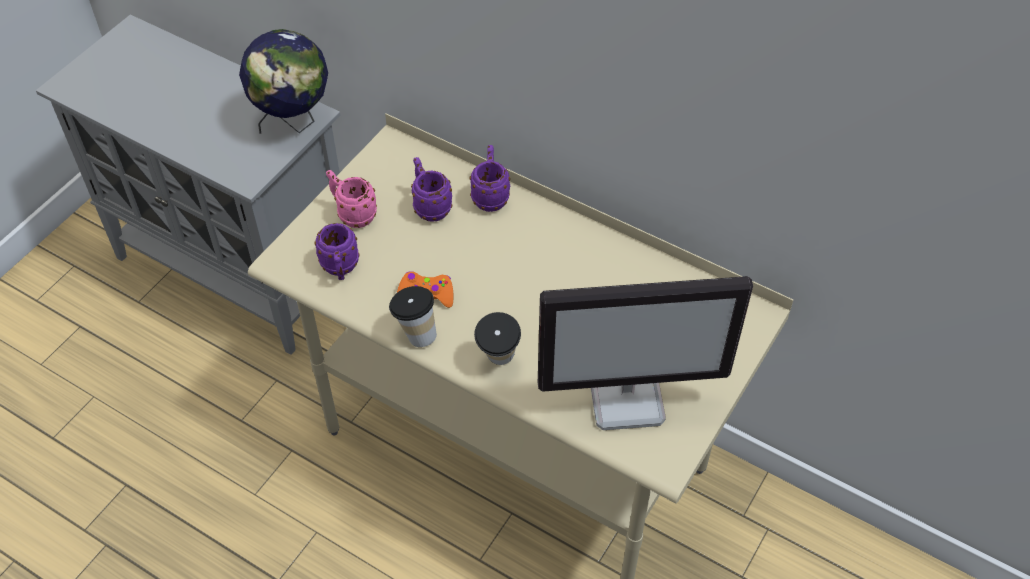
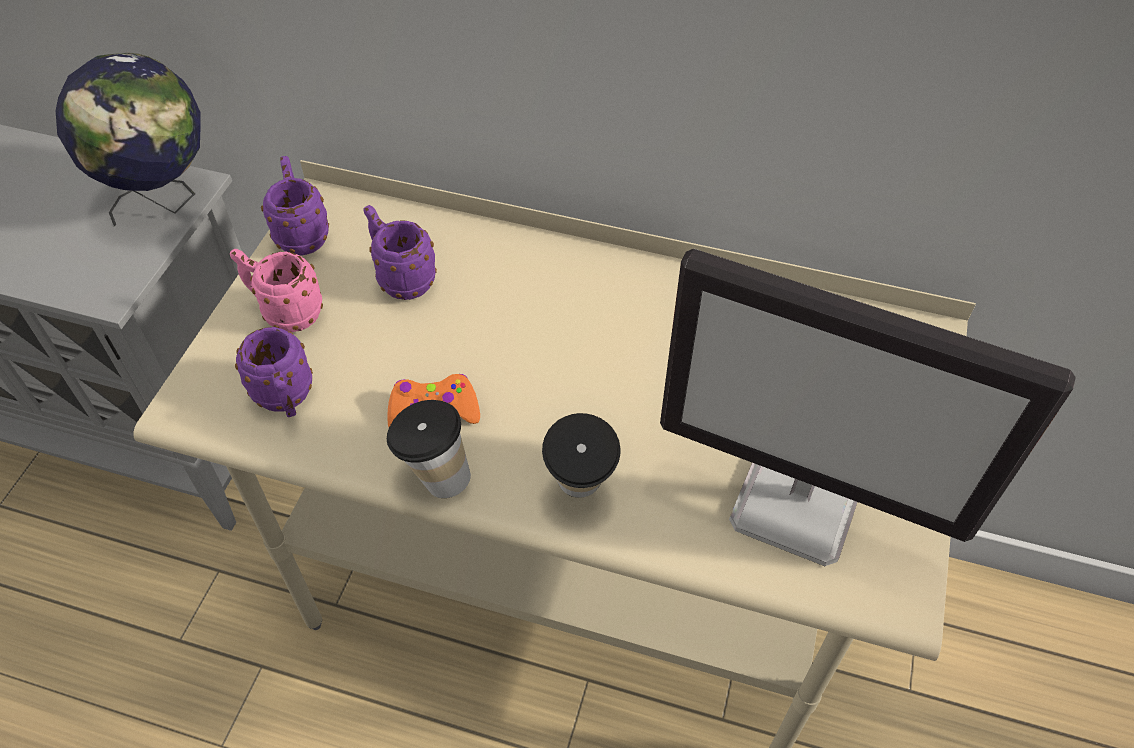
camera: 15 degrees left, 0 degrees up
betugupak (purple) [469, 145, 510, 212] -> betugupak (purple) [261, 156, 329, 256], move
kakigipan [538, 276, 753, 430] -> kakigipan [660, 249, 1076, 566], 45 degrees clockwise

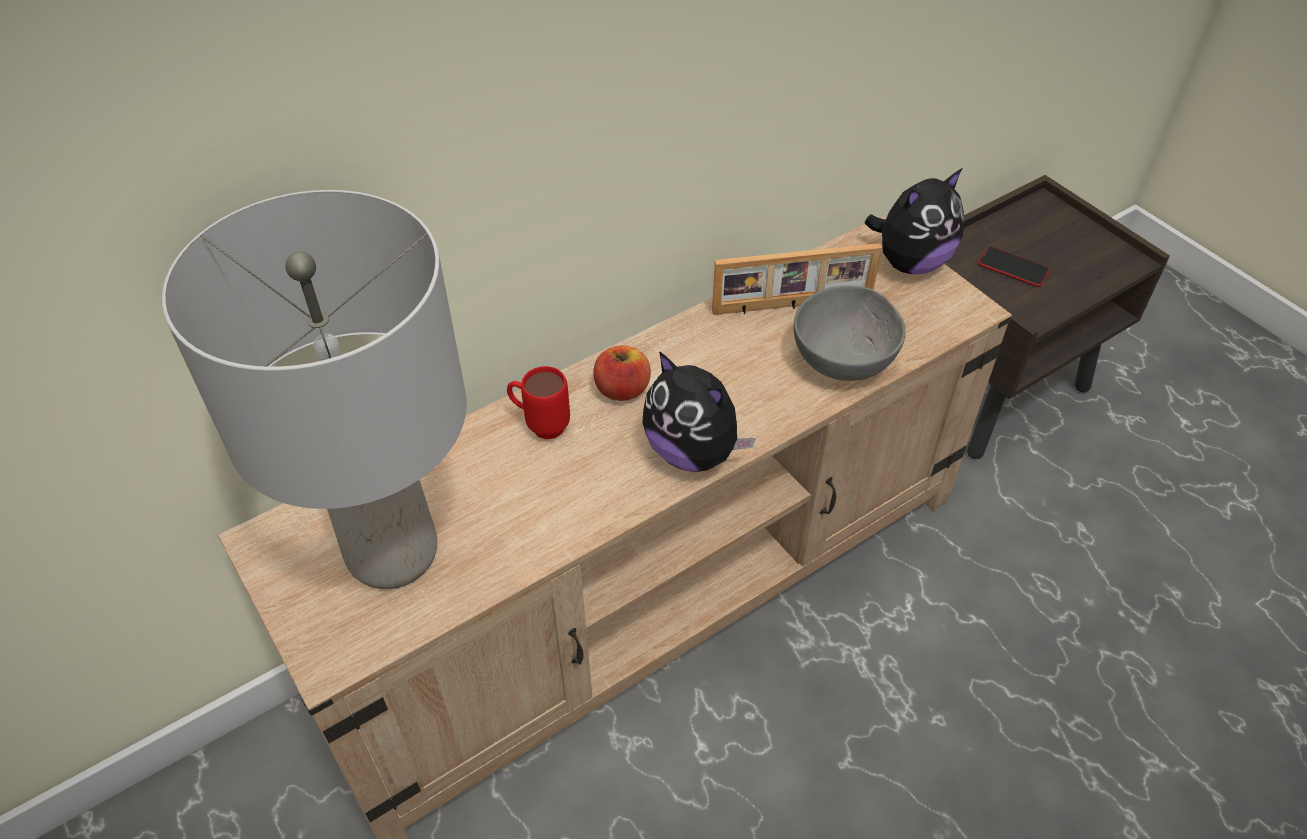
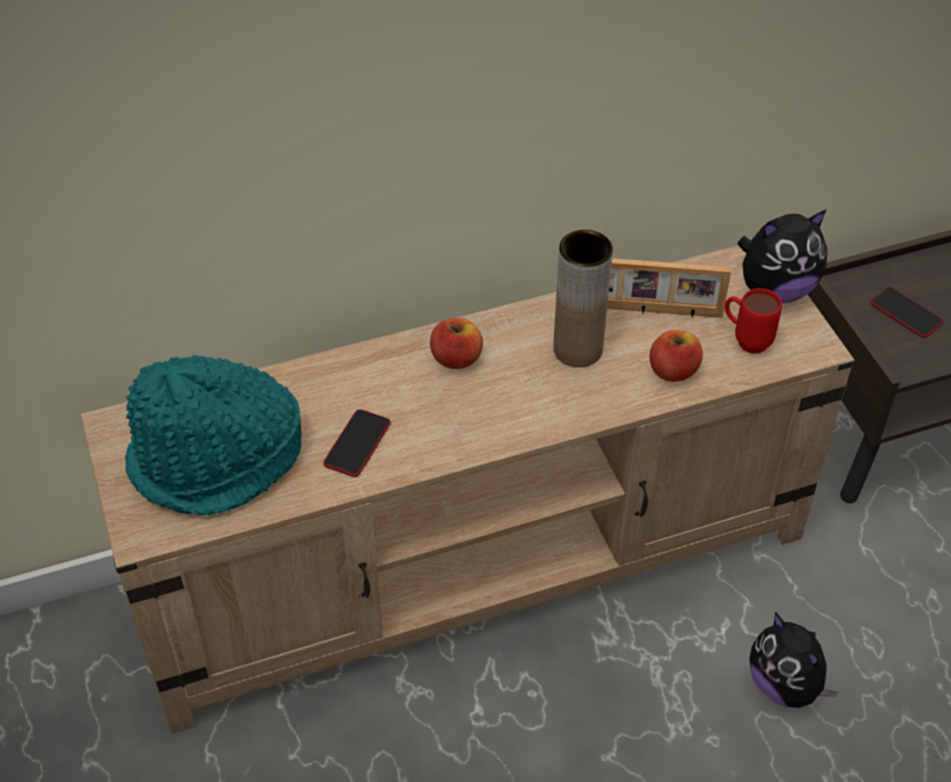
camera: 15 degrees right, 0 degrees up
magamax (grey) [162, 190, 467, 589] -> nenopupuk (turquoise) [125, 355, 302, 515]
betugupak (red) [507, 366, 570, 439] -> betugupak (red) [725, 288, 782, 354], move
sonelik [642, 351, 756, 472] -> sonelik [749, 612, 839, 708], move
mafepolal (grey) [794, 285, 906, 381] -> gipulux [649, 330, 703, 382]
none -> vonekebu [323, 409, 391, 477]
none -> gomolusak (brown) [553, 230, 613, 367]

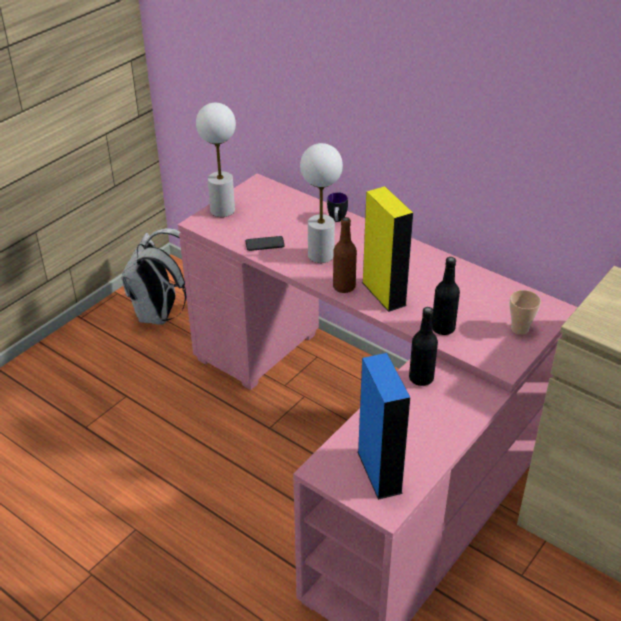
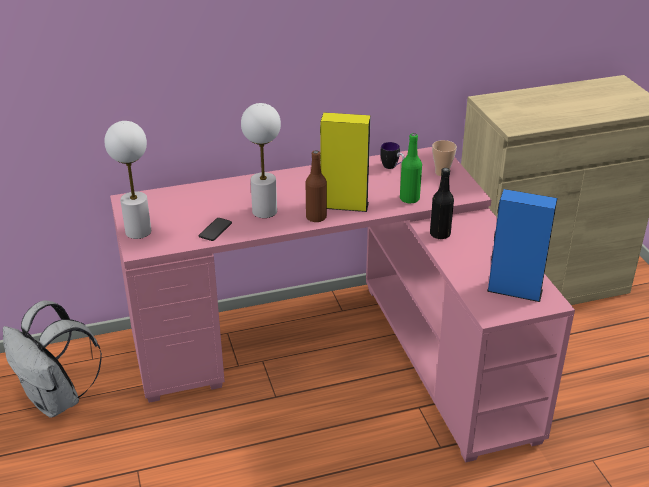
camera: 55 degrees left, 5 degrees down
betugupak [327, 192, 348, 222] -> betugupak [380, 142, 405, 169], move
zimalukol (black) [432, 257, 460, 335] -> zimalukol (green) [400, 133, 422, 203]

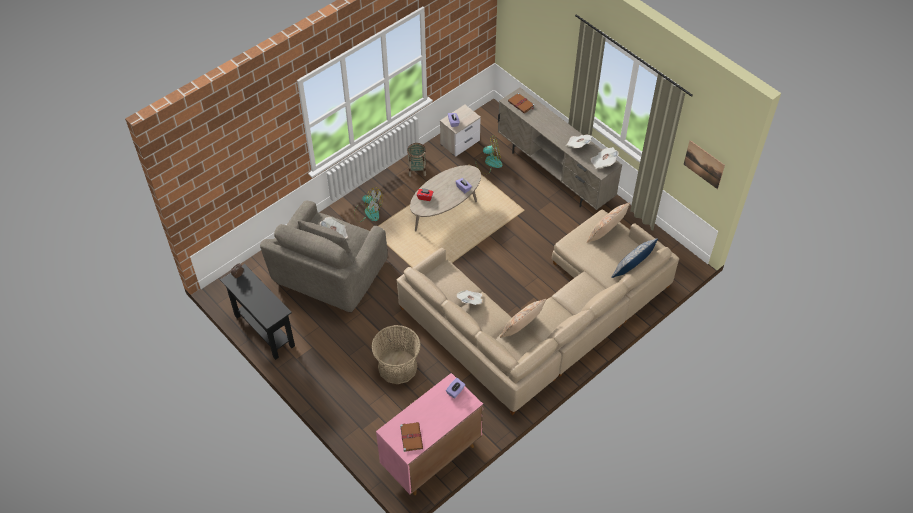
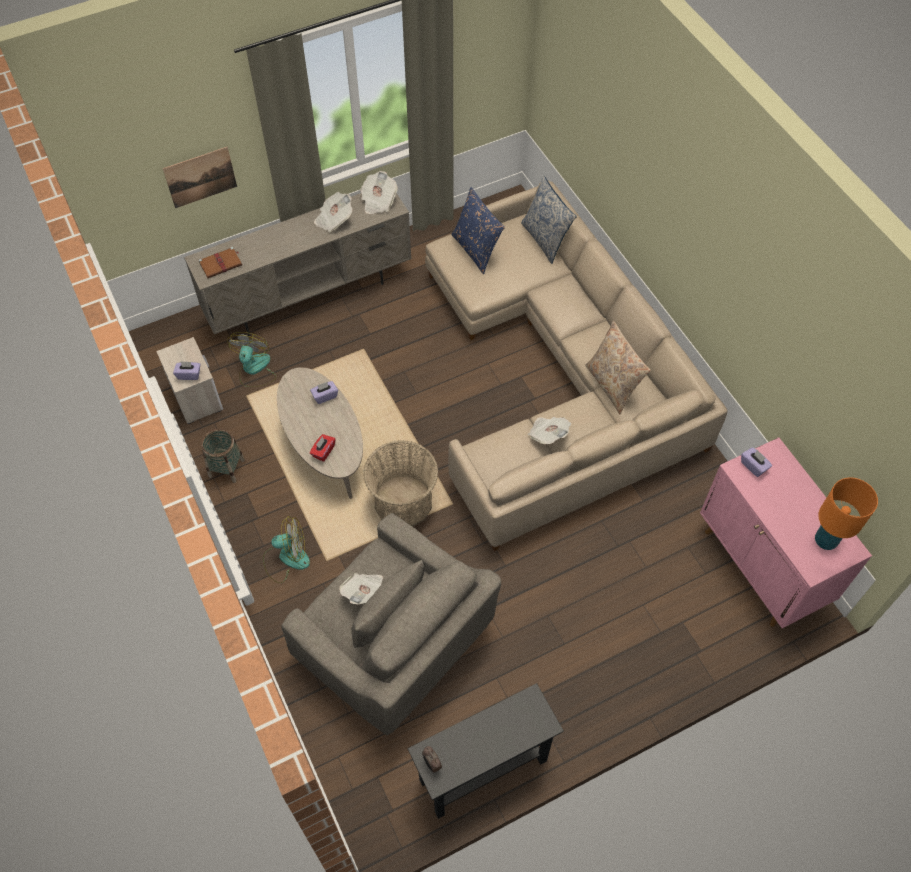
camera: 75 degrees left, 5 degrees up
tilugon [354, 187, 383, 222] -> tilugon [263, 516, 310, 583], 45 degrees clockwise
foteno [371, 325, 421, 384] -> foteno [363, 440, 438, 527], move
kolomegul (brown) [400, 422, 423, 452] -> magamax (orange) [815, 478, 878, 550]
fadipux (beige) [587, 202, 630, 243] -> fadipux (blue) [451, 187, 505, 274]
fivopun [684, 140, 725, 189] -> fivopun [163, 147, 237, 208], move

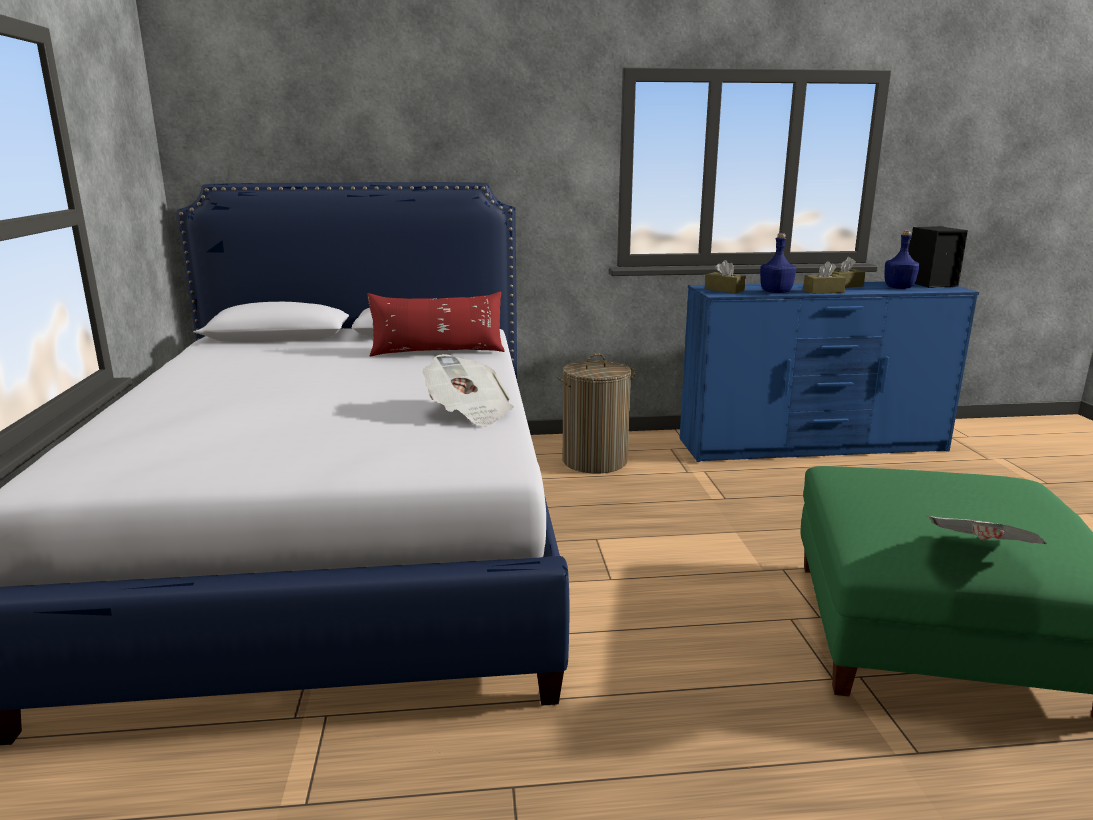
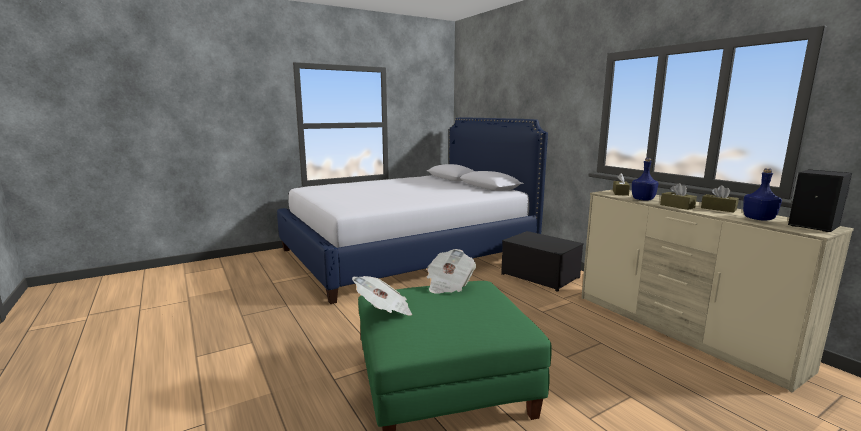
camera: 65 degrees right, 5 degrees down
fadipux (red) [367, 291, 505, 357] -> none
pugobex [422, 354, 514, 427] -> pugobex [427, 249, 476, 294], move
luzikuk [556, 353, 636, 474] -> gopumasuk [501, 231, 584, 292]
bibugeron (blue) [680, 281, 979, 462] -> bibugeron (beige) [581, 190, 854, 393]

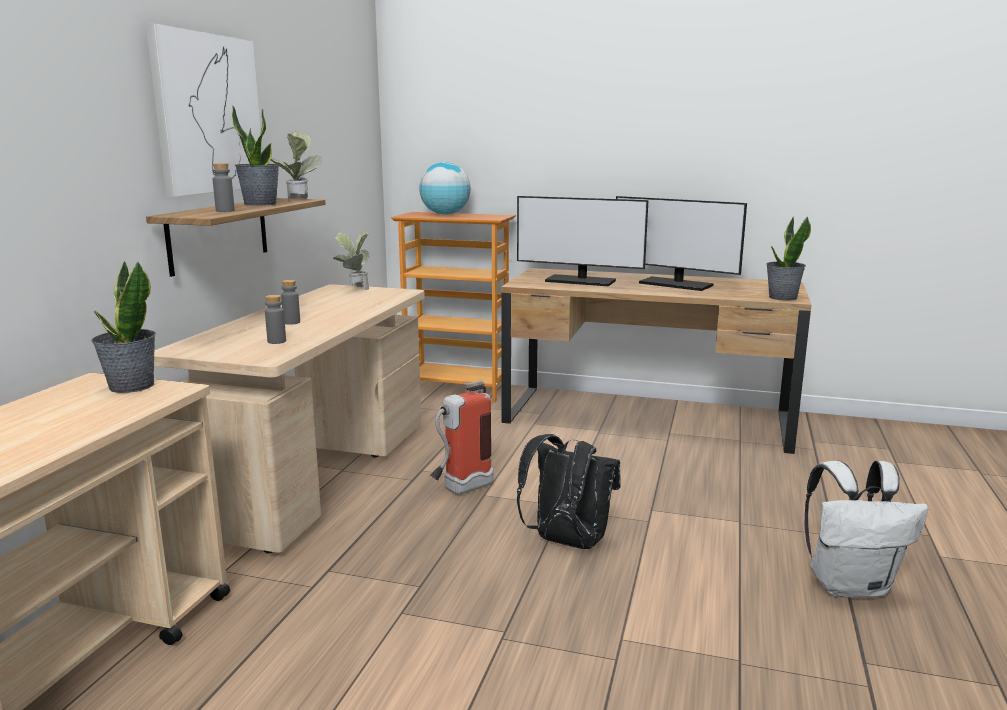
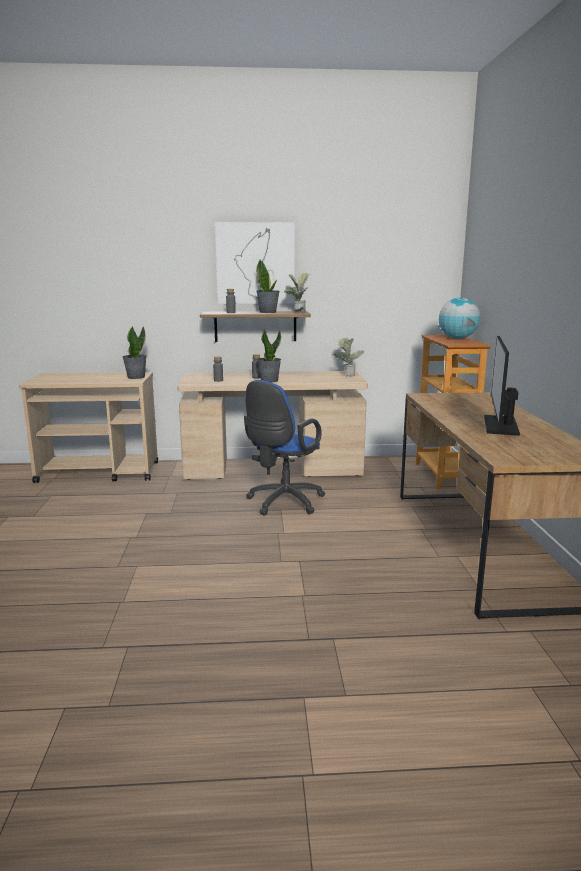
camera: 70 degrees right, 0 degrees up
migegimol [430, 381, 493, 495] -> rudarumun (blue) [244, 380, 325, 516]
kakigipan [517, 196, 649, 286] -> none
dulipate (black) [517, 434, 621, 549] -> none
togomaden [766, 216, 811, 301] -> togomaden [257, 329, 281, 383], move
dulipate (white) [805, 461, 928, 597] -> none

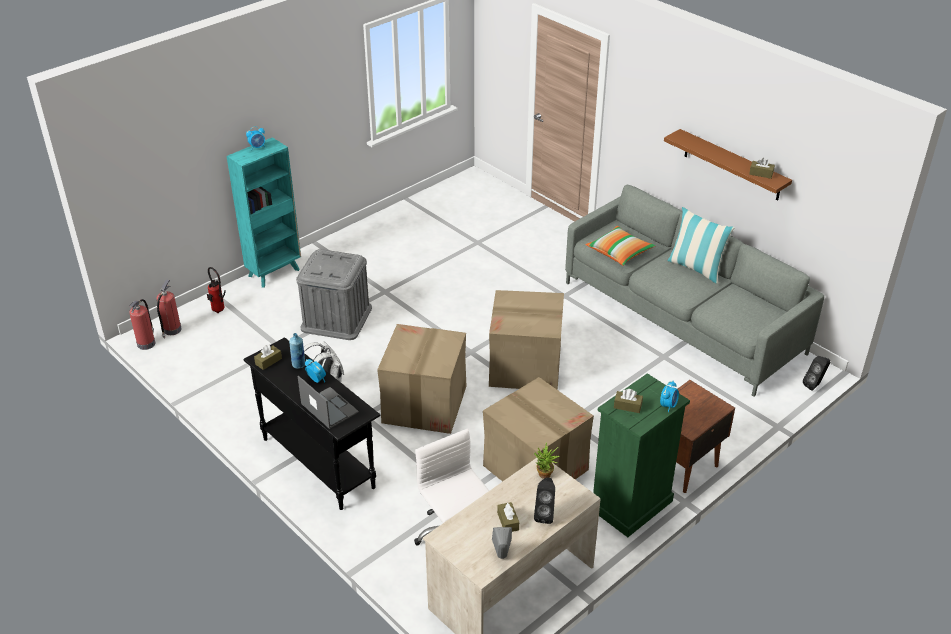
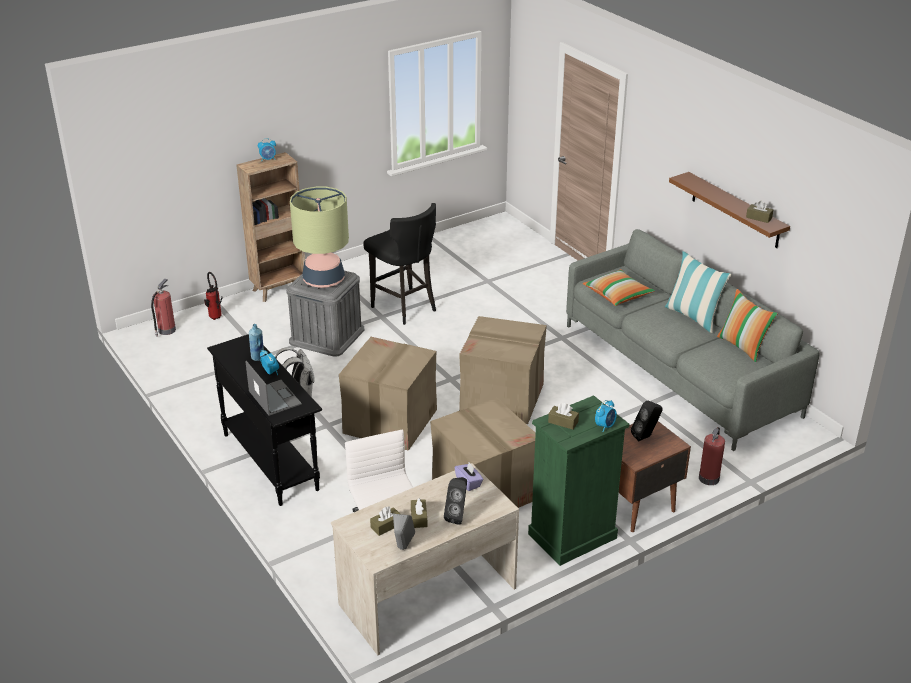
camera: 10 degrees right, 5 degrees down
migegimol [129, 299, 155, 350] -> migegimol [699, 427, 725, 485], move
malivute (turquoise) [227, 137, 301, 288] -> malivute (brown) [236, 152, 305, 302]
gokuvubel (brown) [254, 345, 282, 370] -> gokuvubel (brown) [370, 506, 400, 536], move
togomaden [534, 442, 559, 479] -> gokuvubel (purple) [455, 463, 483, 491]
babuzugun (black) [803, 356, 830, 391] -> babuzugun (black) [631, 400, 663, 441], move
none -> magamax [290, 187, 349, 288]
none -> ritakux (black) [363, 203, 436, 325]
none -> fadipux [717, 289, 778, 362]

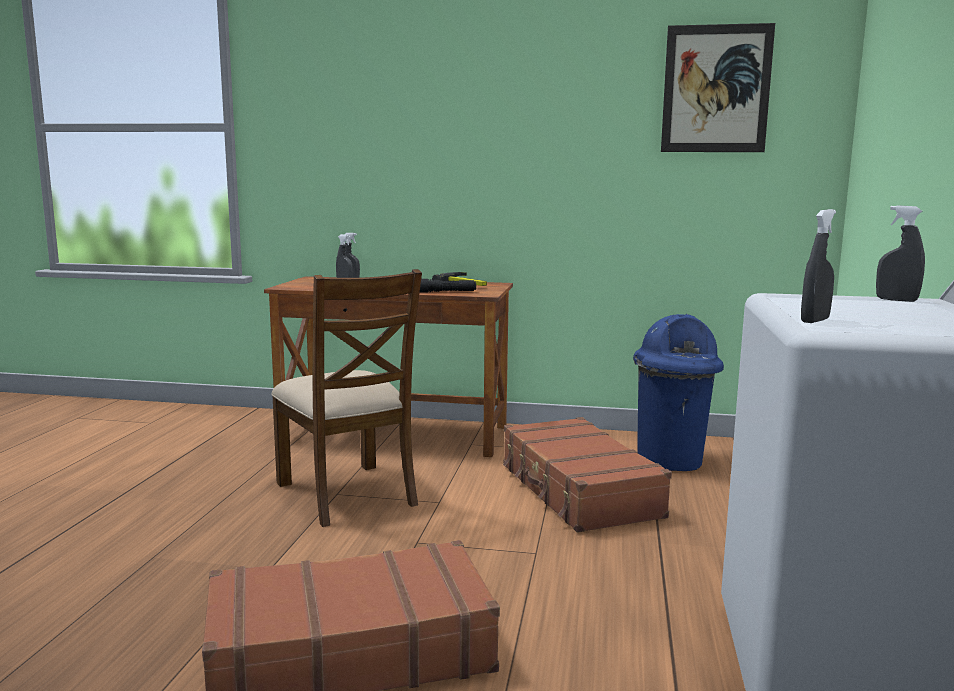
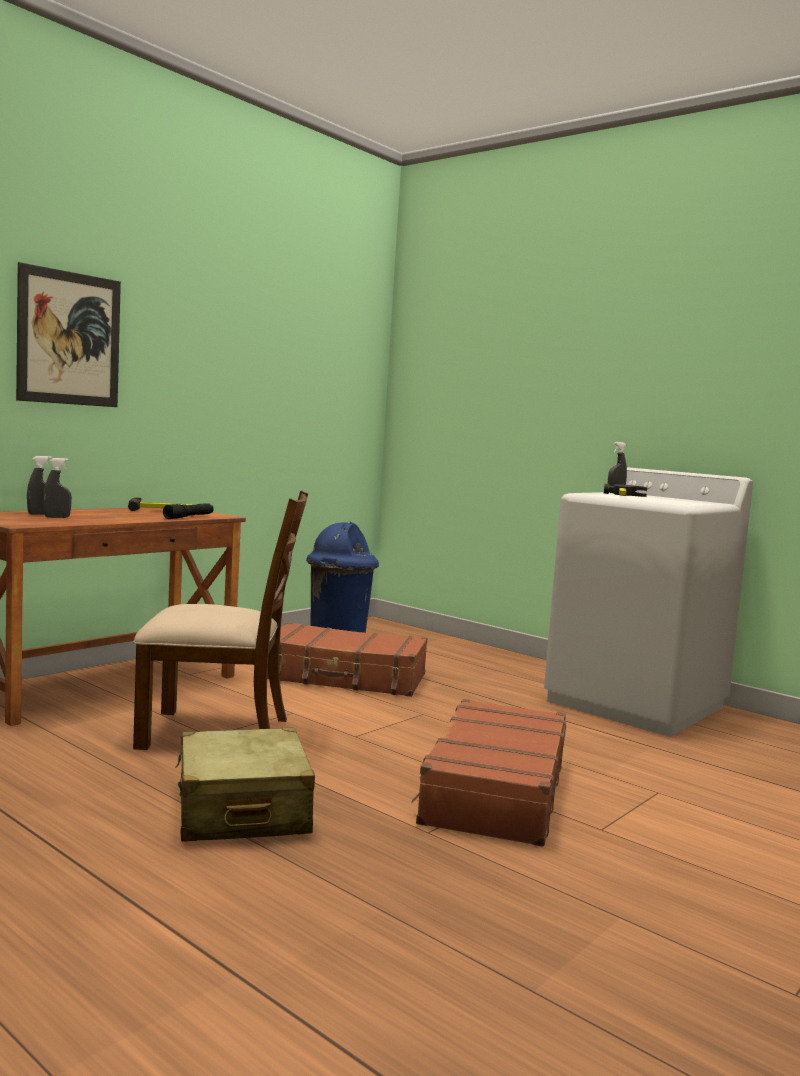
camera: 60 degrees left, 5 degrees down
fivopun [661, 23, 775, 152] -> fivopun [16, 262, 121, 407], move
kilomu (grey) [801, 209, 836, 323] -> none
none -> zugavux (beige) [175, 728, 315, 842]
none -> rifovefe [604, 484, 647, 497]

